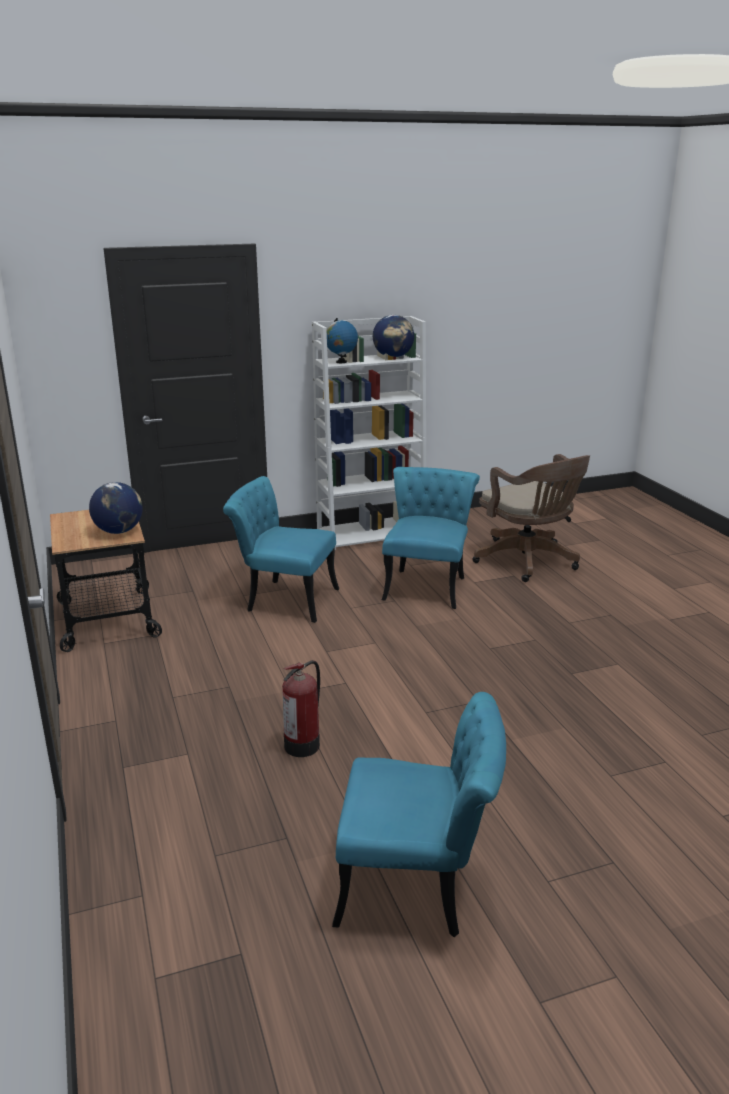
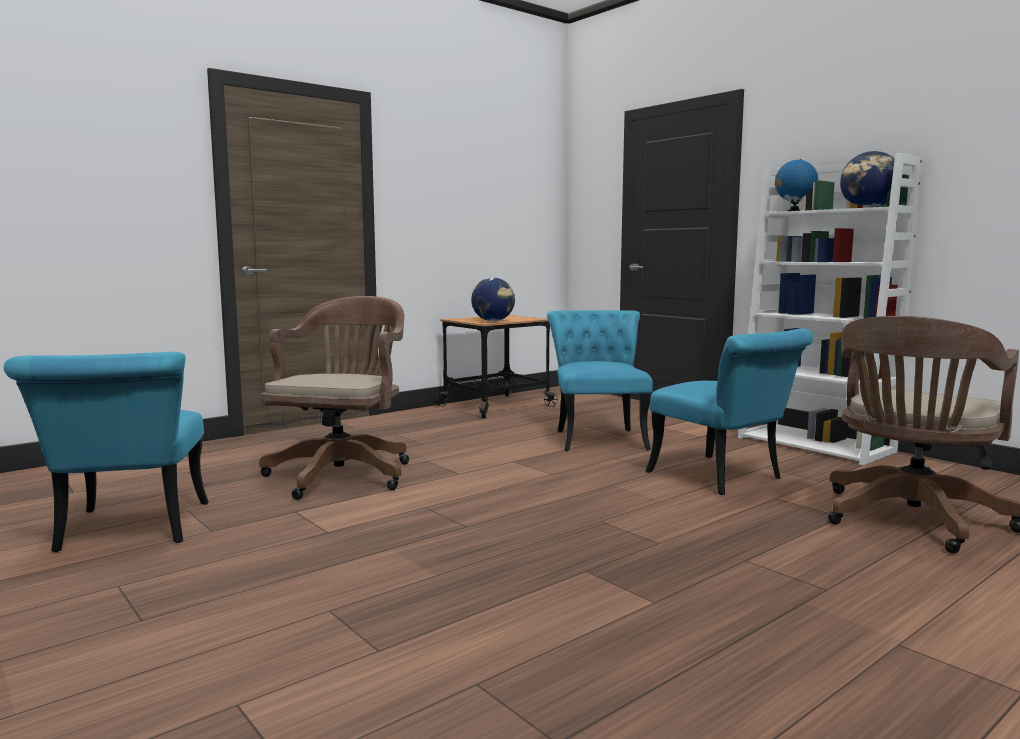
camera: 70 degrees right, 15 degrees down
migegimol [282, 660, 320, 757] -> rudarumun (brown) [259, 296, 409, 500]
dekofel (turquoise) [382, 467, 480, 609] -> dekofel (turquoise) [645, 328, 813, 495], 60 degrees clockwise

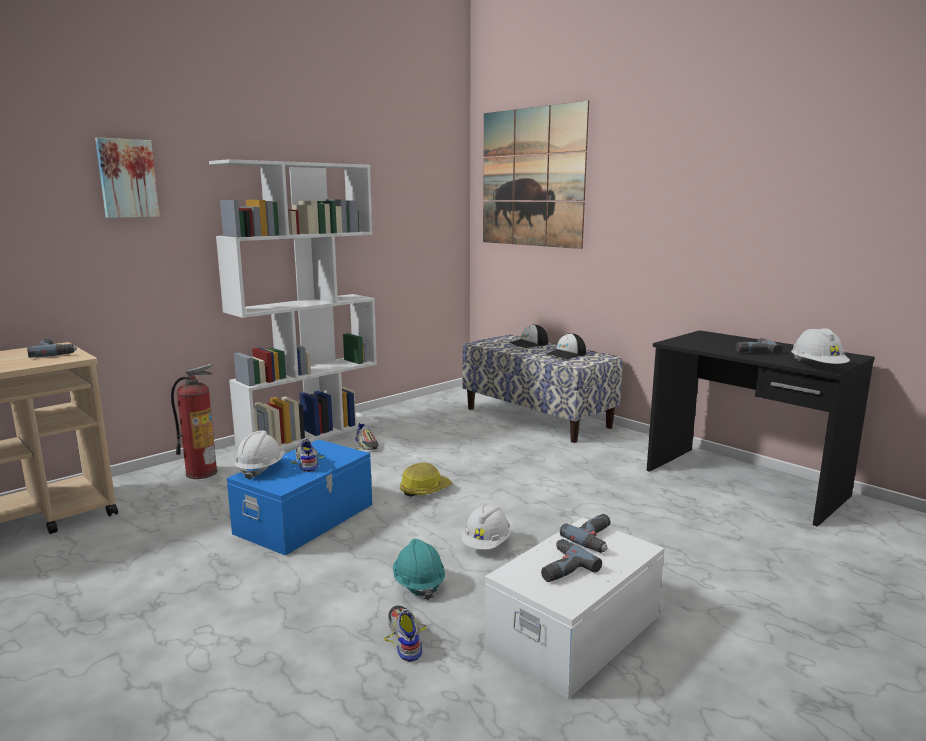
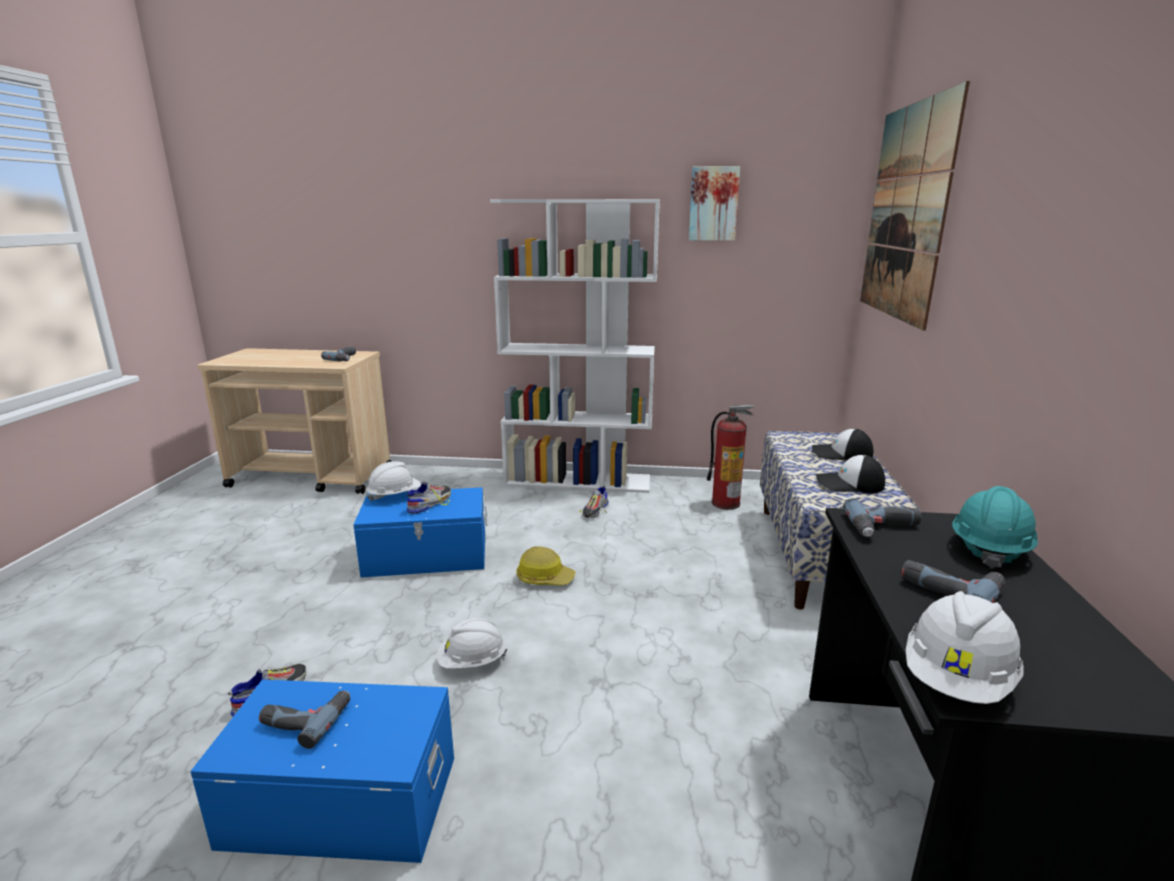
camera: 50 degrees right, 5 degrees up
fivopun [95, 137, 160, 218] -> fivopun [689, 166, 740, 241], move
migegimol [171, 364, 217, 479] -> migegimol [707, 405, 755, 510], move
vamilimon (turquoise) [393, 539, 445, 600] -> vamilimon (turquoise) [952, 486, 1038, 569], move
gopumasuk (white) [484, 517, 664, 699] -> gopumasuk (blue) [190, 679, 454, 863]
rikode [560, 514, 611, 553] -> rikode [843, 498, 921, 537], move

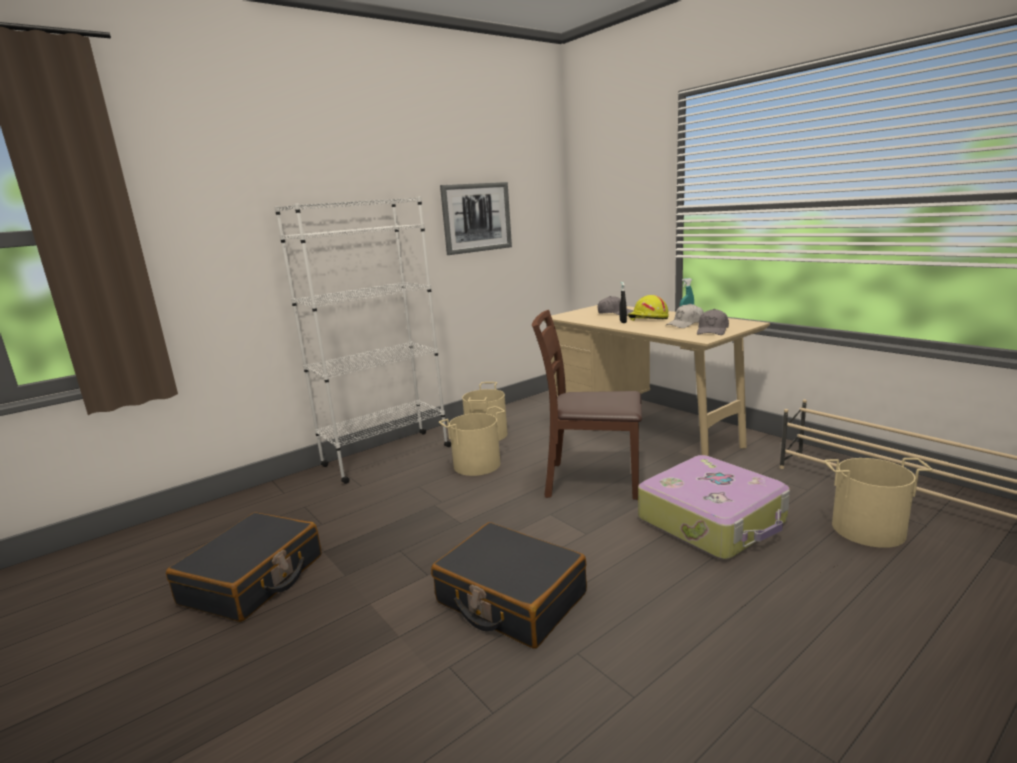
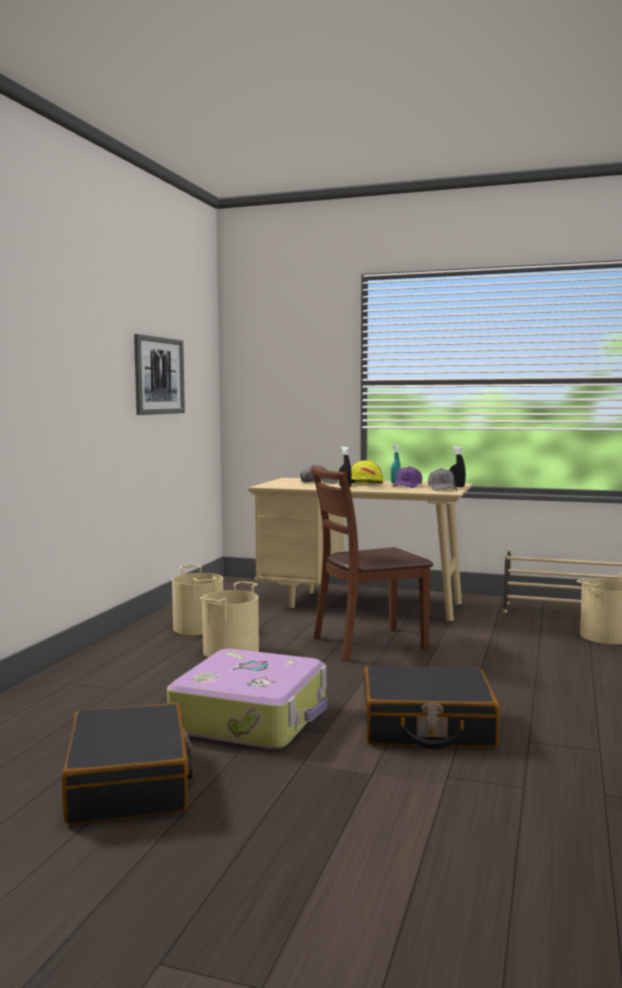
camera: 35 degrees left, 10 degrees down
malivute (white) [275, 196, 451, 484] -> none
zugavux [638, 455, 790, 559] -> zugavux [167, 649, 328, 749], move
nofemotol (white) [666, 304, 704, 328] -> nofemotol (purple) [392, 466, 422, 488]
none -> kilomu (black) [449, 446, 466, 487]

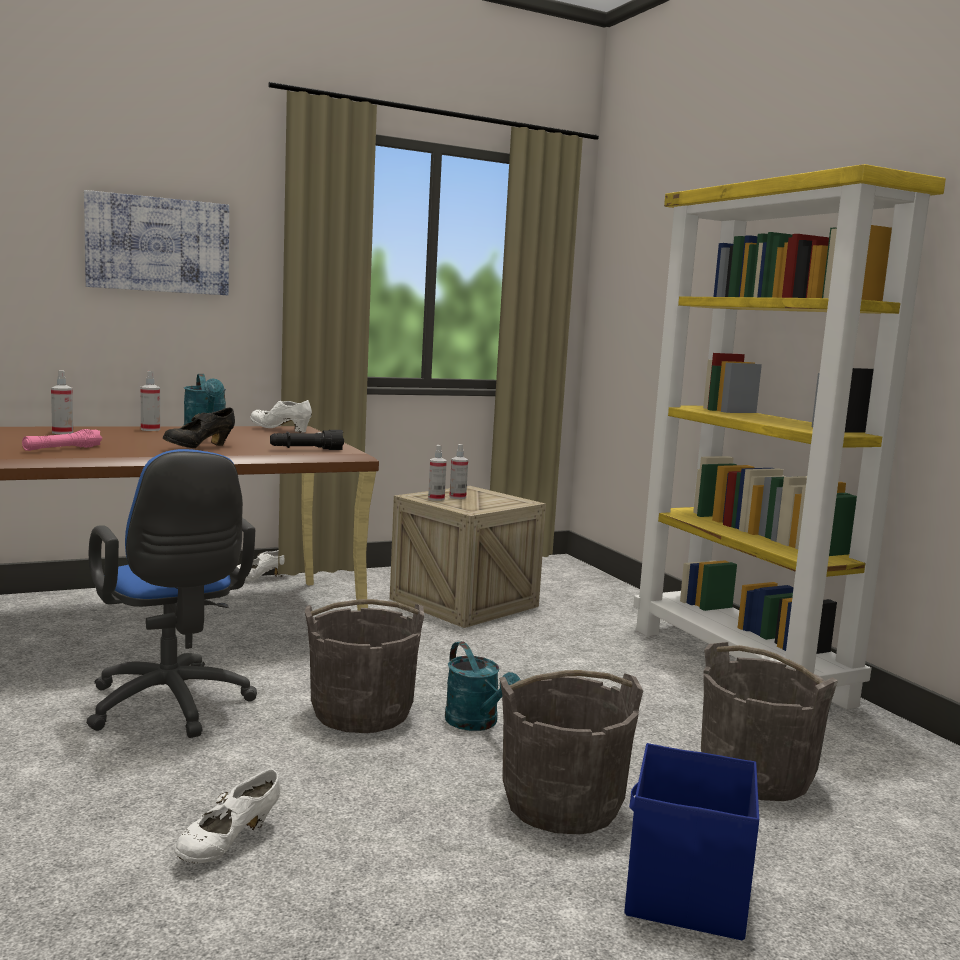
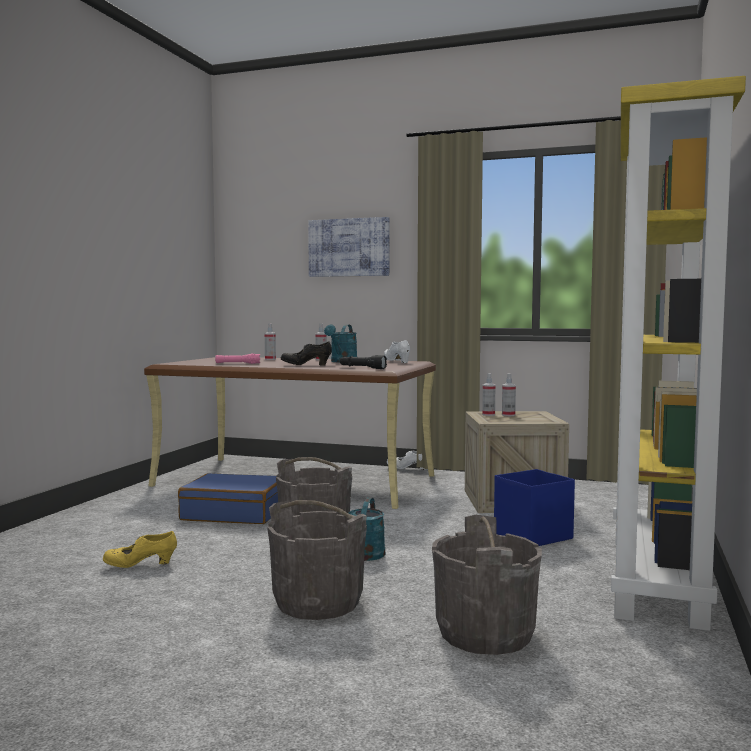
camera: 45 degrees right, 5 degrees down
rudarumun (blue) [86, 449, 257, 738] -> zugavux (blue) [178, 473, 278, 524]
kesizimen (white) [174, 769, 280, 863] -> kesizimen (yellow) [103, 531, 177, 568]
gopumasuk (blue) [625, 743, 759, 940] -> gopumasuk (blue) [494, 469, 575, 546], move

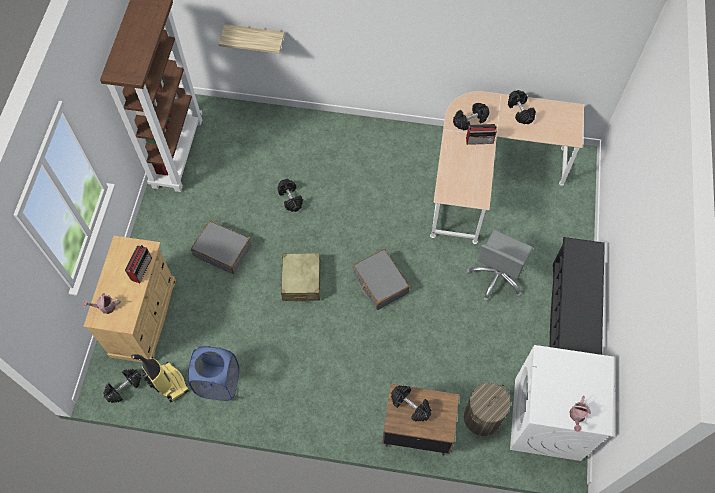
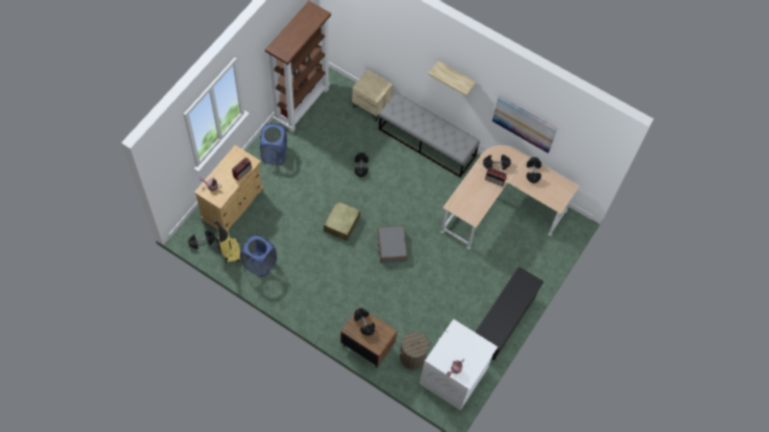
camera: 20 degrees right, 0 degrees up
zugavux (grey) [191, 221, 251, 274] -> none
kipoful [218, 24, 285, 54] -> kipoful [428, 60, 476, 96], move
rudarumun (grey) [467, 230, 533, 301] -> none
none -> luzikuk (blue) [260, 123, 287, 165]
none -> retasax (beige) [352, 69, 393, 121]
none -> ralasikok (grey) [379, 92, 480, 178]
none -> fivopun [492, 96, 557, 153]

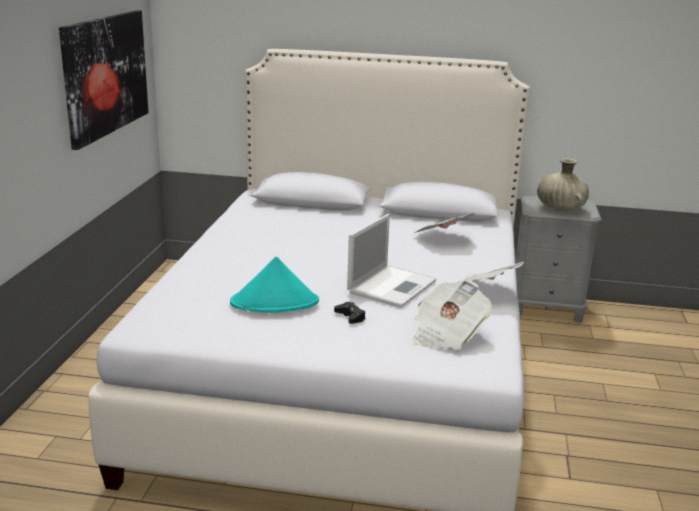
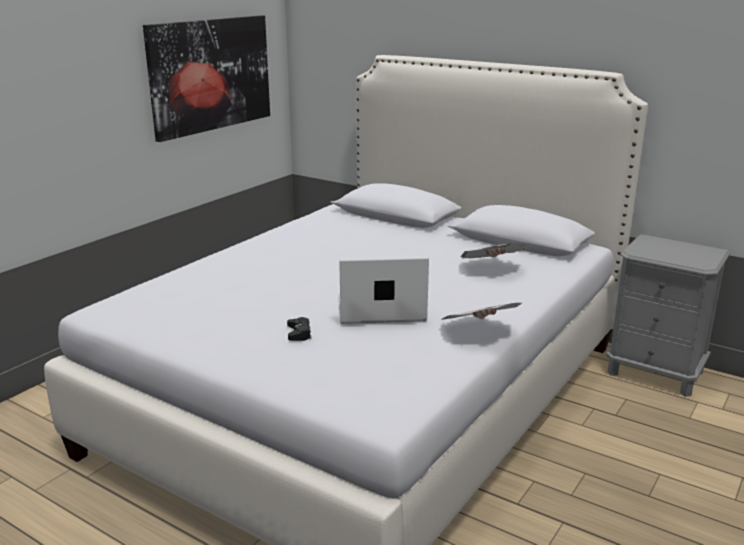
camera: 25 degrees right, 0 degrees up
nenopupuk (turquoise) [230, 256, 319, 312] -> none
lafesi [347, 214, 436, 308] -> lafesi [338, 256, 429, 324], 150 degrees counterclockwise
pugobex [413, 280, 492, 350] -> none
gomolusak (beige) [537, 158, 589, 212] -> none

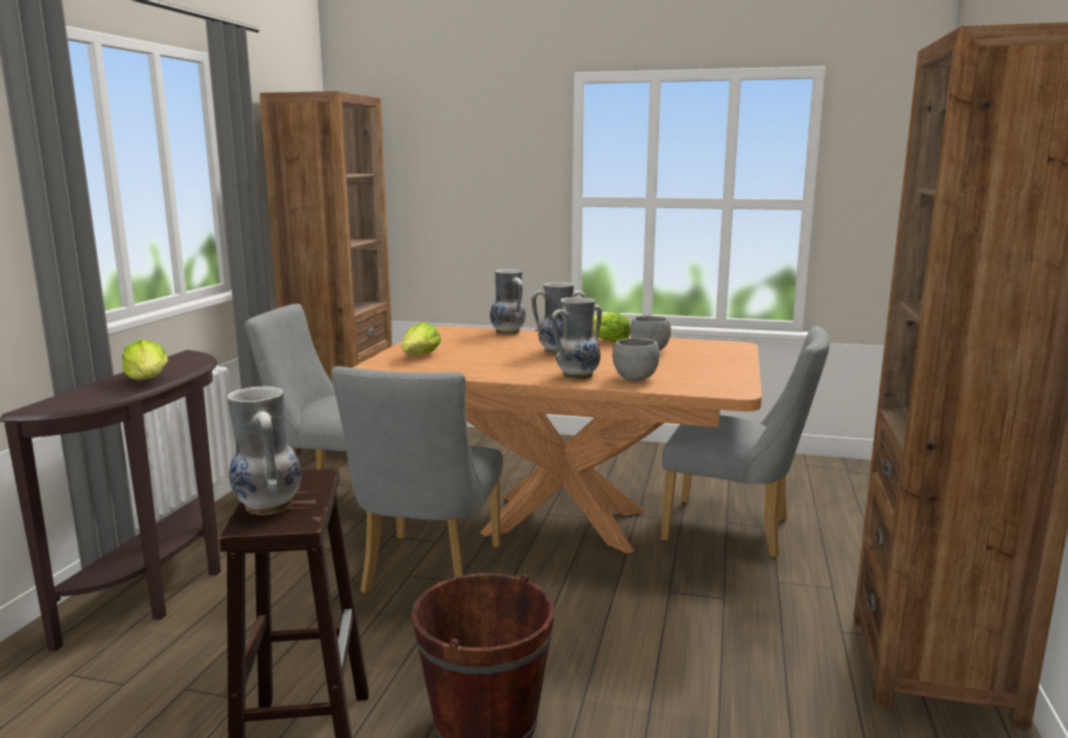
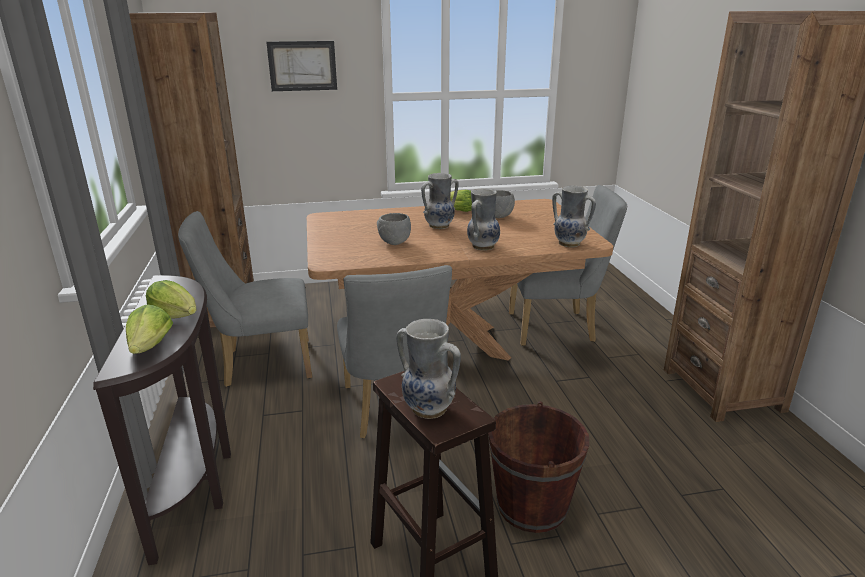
camera: 25 degrees left, 10 degrees up
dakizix [402, 322, 441, 355] -> dakizix [126, 304, 173, 354], move
gomolusak [490, 269, 526, 335] -> gomolusak [552, 186, 596, 247], move
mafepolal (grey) [612, 338, 660, 381] -> mafepolal (grey) [377, 213, 411, 245], move
none -> fivopun [266, 41, 337, 91]

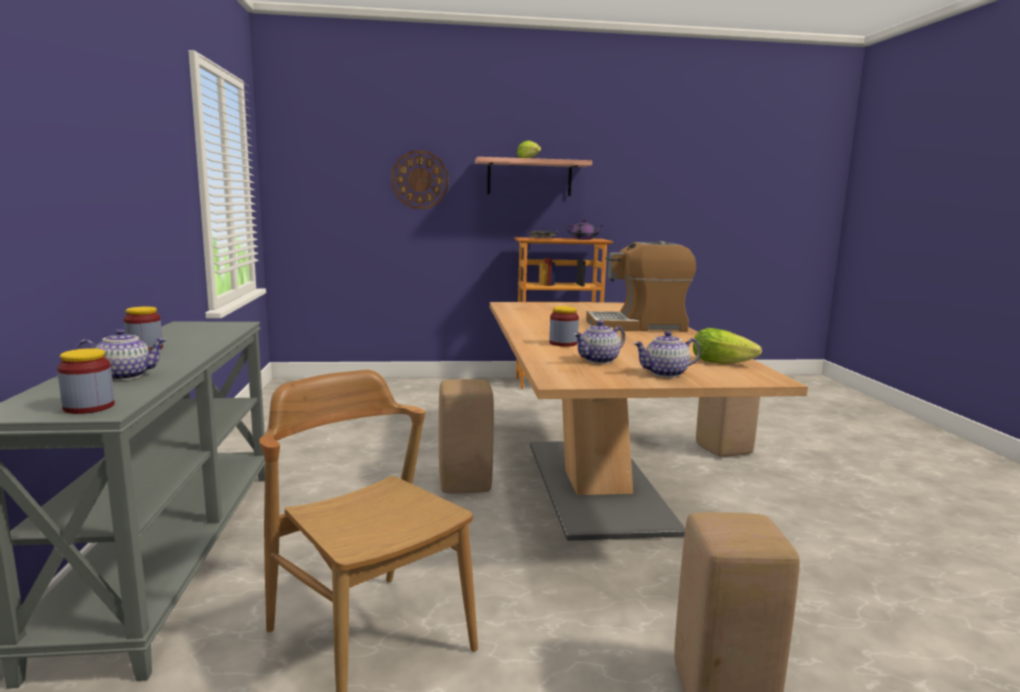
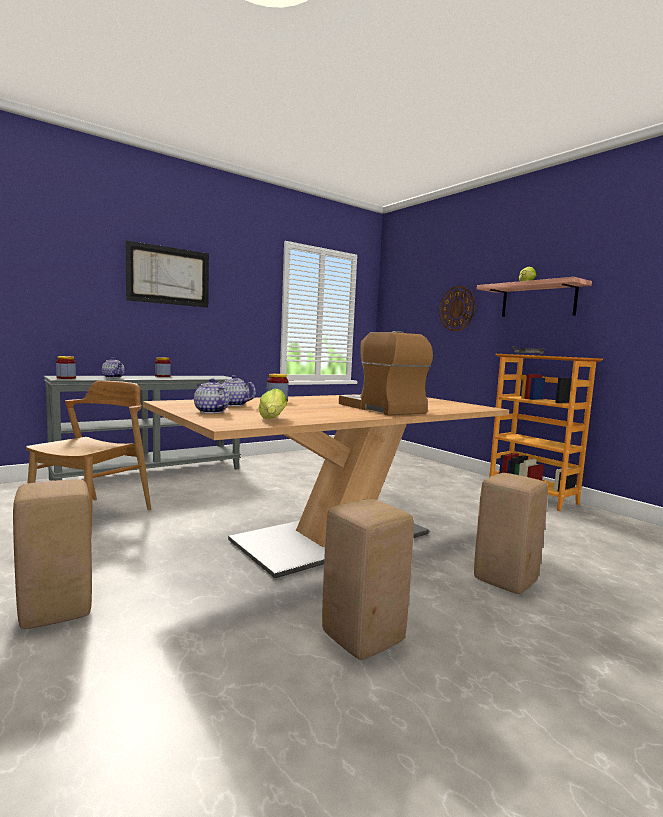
camera: 60 degrees right, 5 degrees down
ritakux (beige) [439, 379, 494, 493] -> ritakux (beige) [322, 499, 414, 660], move
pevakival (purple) [567, 220, 603, 240] -> none
none -> fivopun [126, 240, 209, 308]

